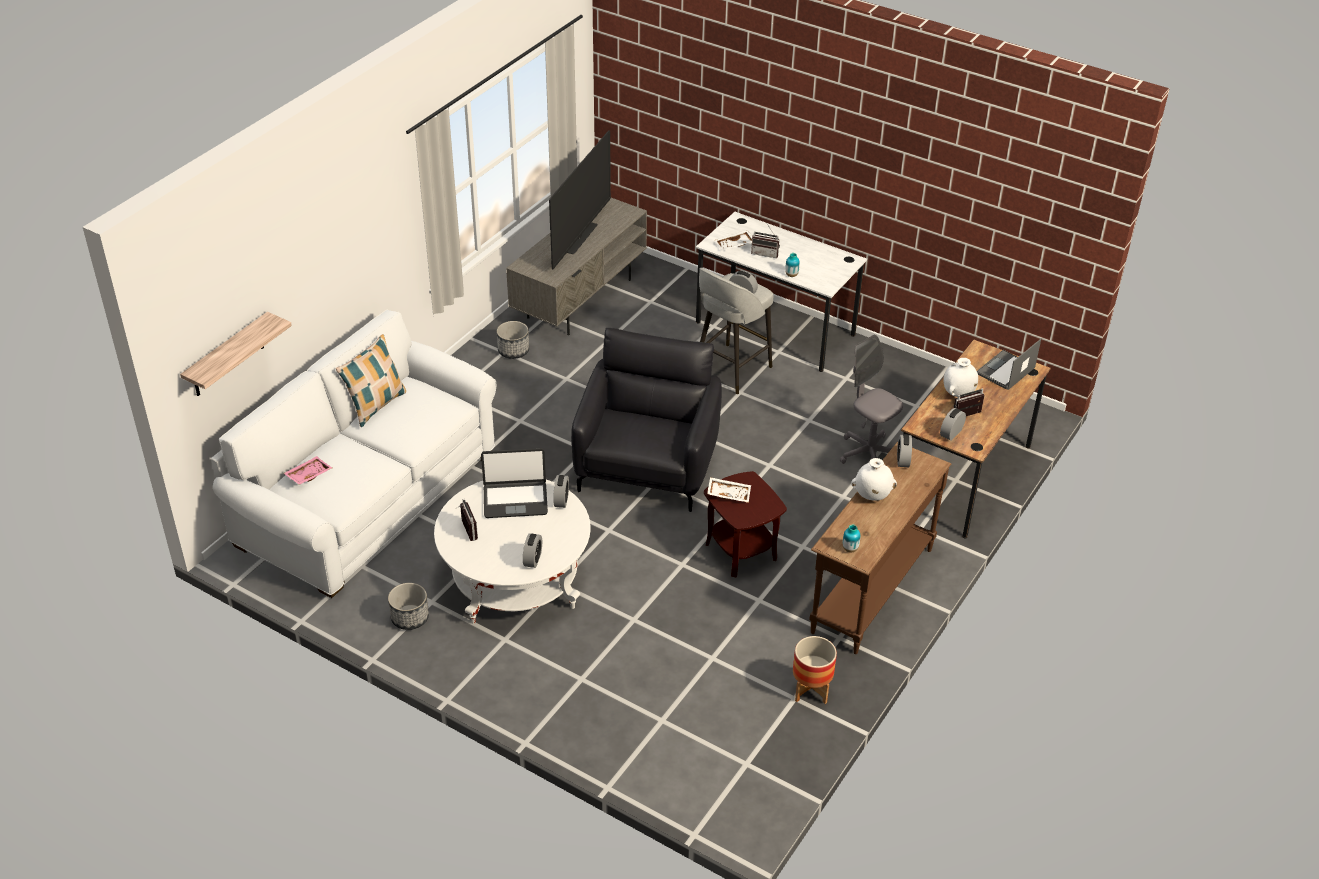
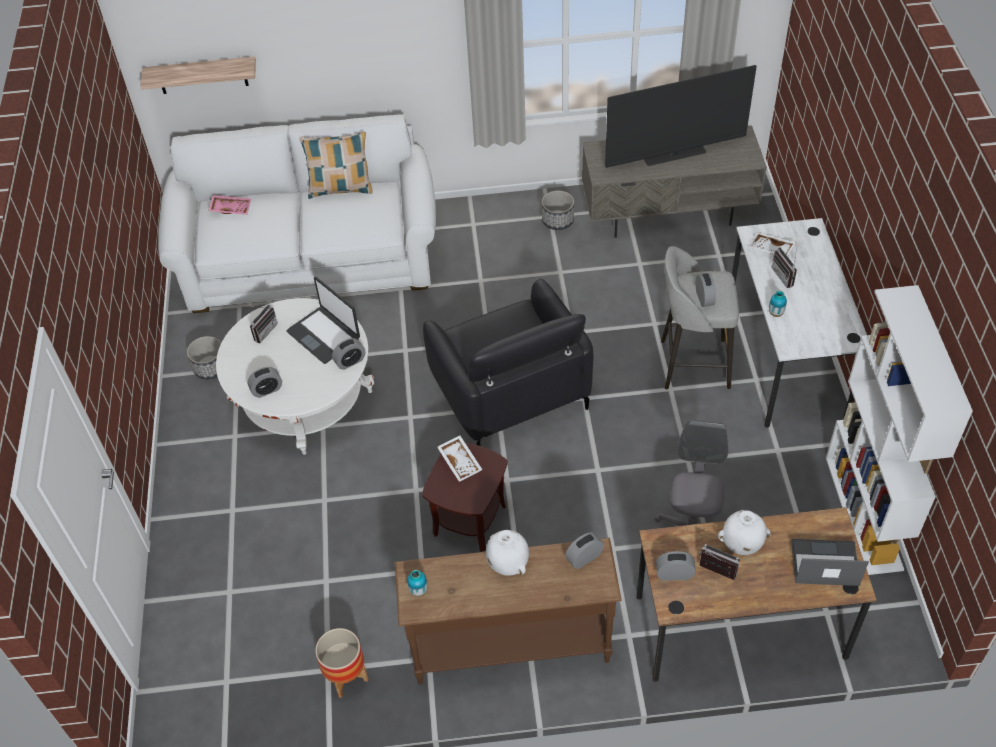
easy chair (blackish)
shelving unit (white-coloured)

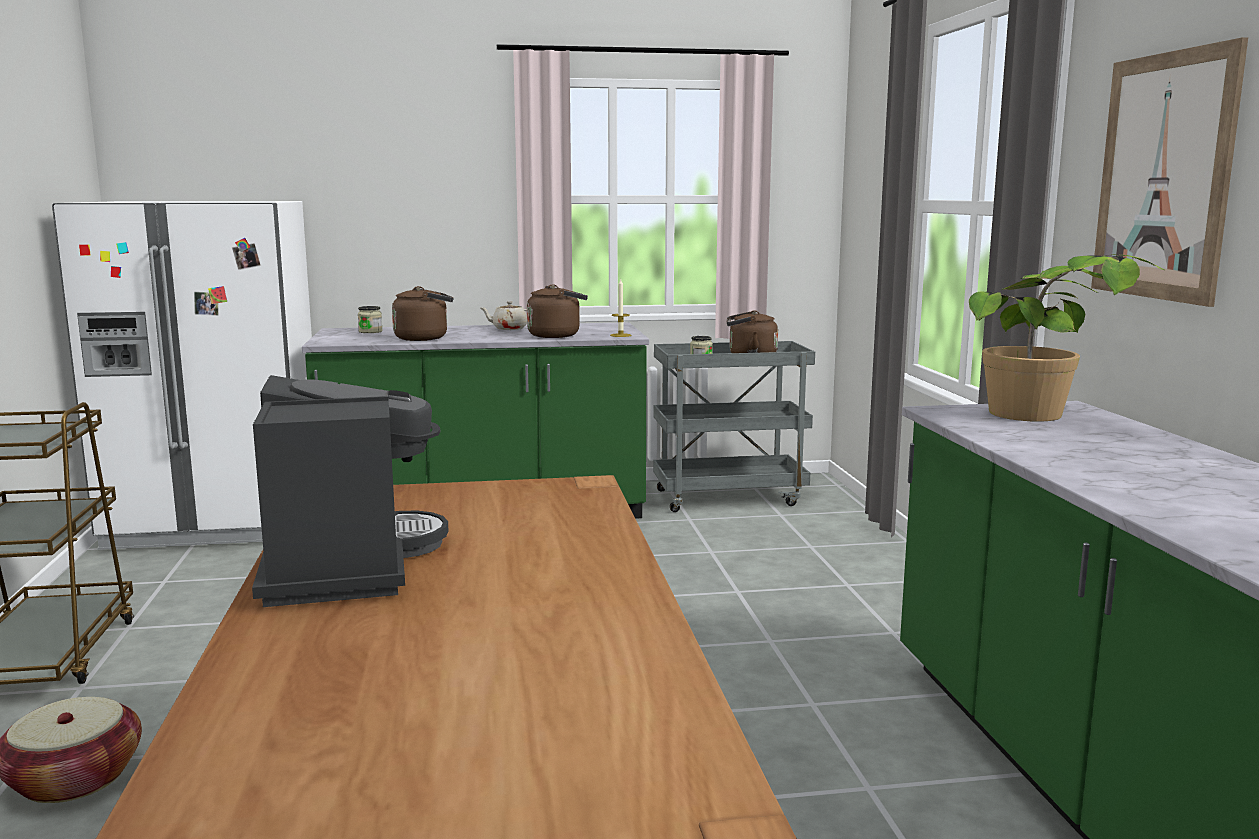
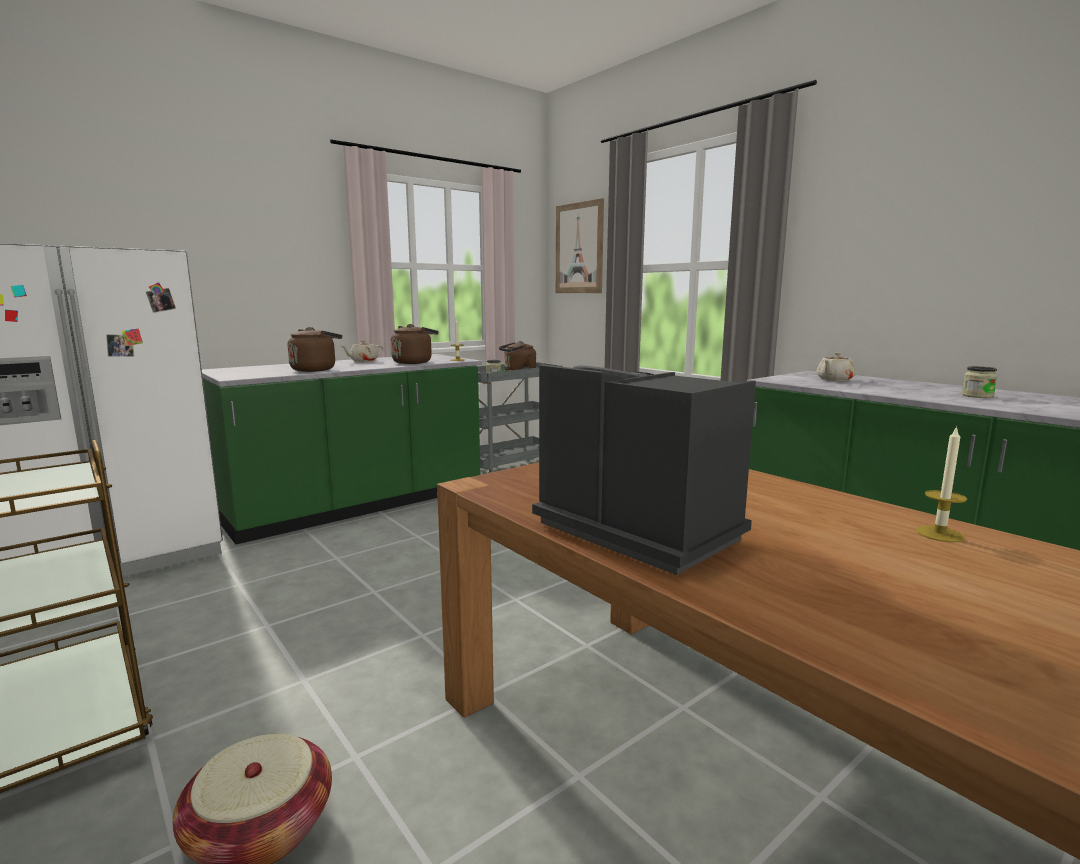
picture
tea pot (beige) (no. 2 from left)
preserve jar (no. 2 from left)
wax light (no. 2 from left)

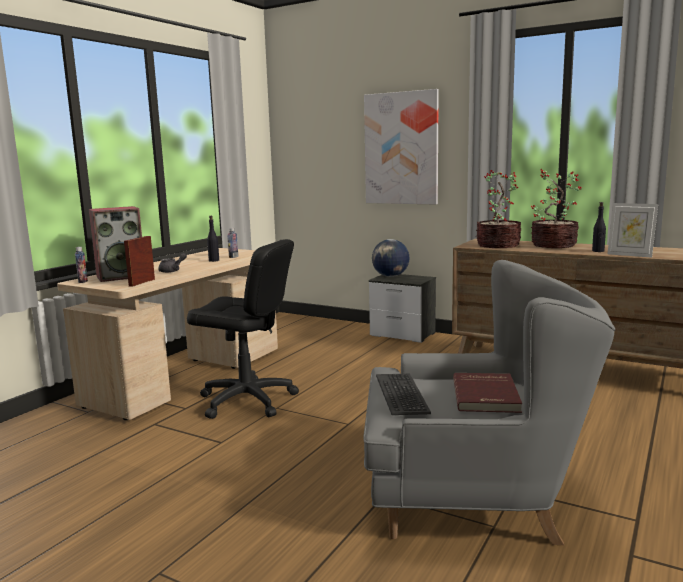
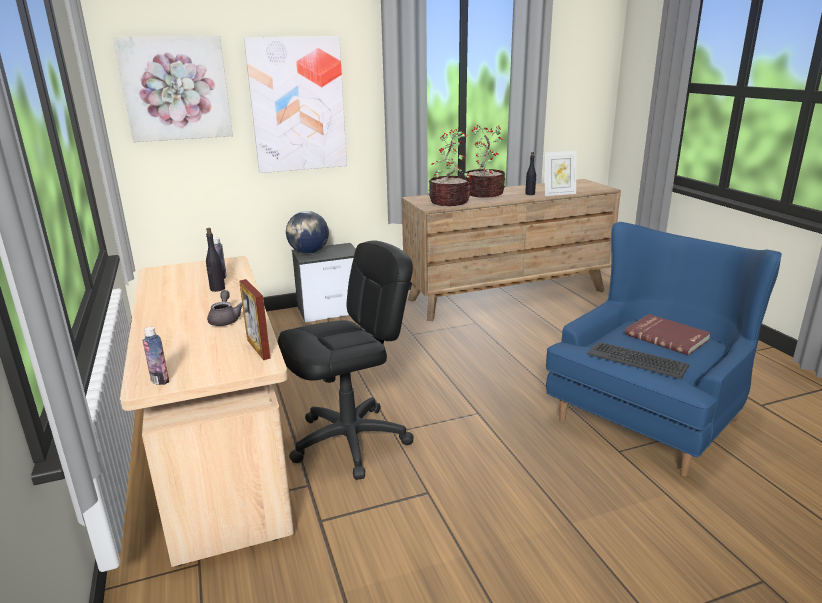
loudspeaker
easy chair (blue-coloured)
picture (no. 1 from left)

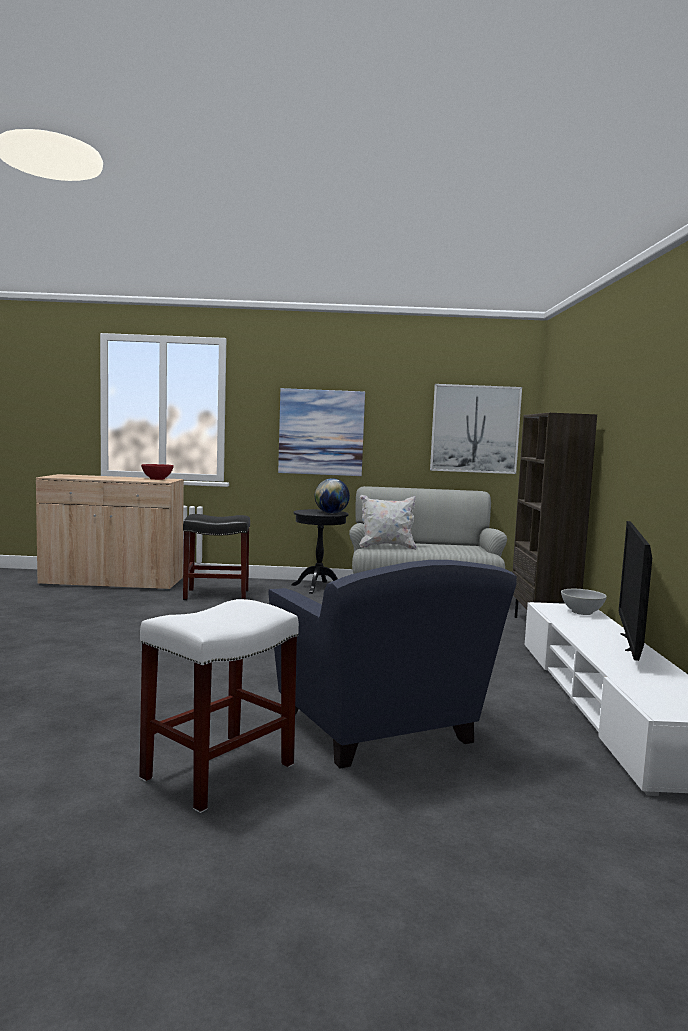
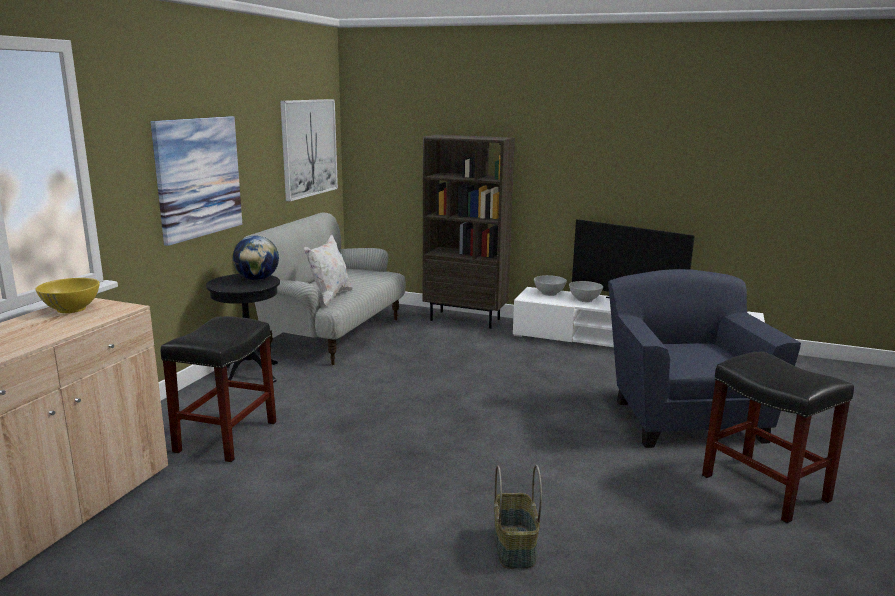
deep dish (yellow-coloured)
easy chair (blue-coloured)
stool (blackish) (no. 2 from left)
deep dish (white-coloured) (no. 2 from left)
storage basket

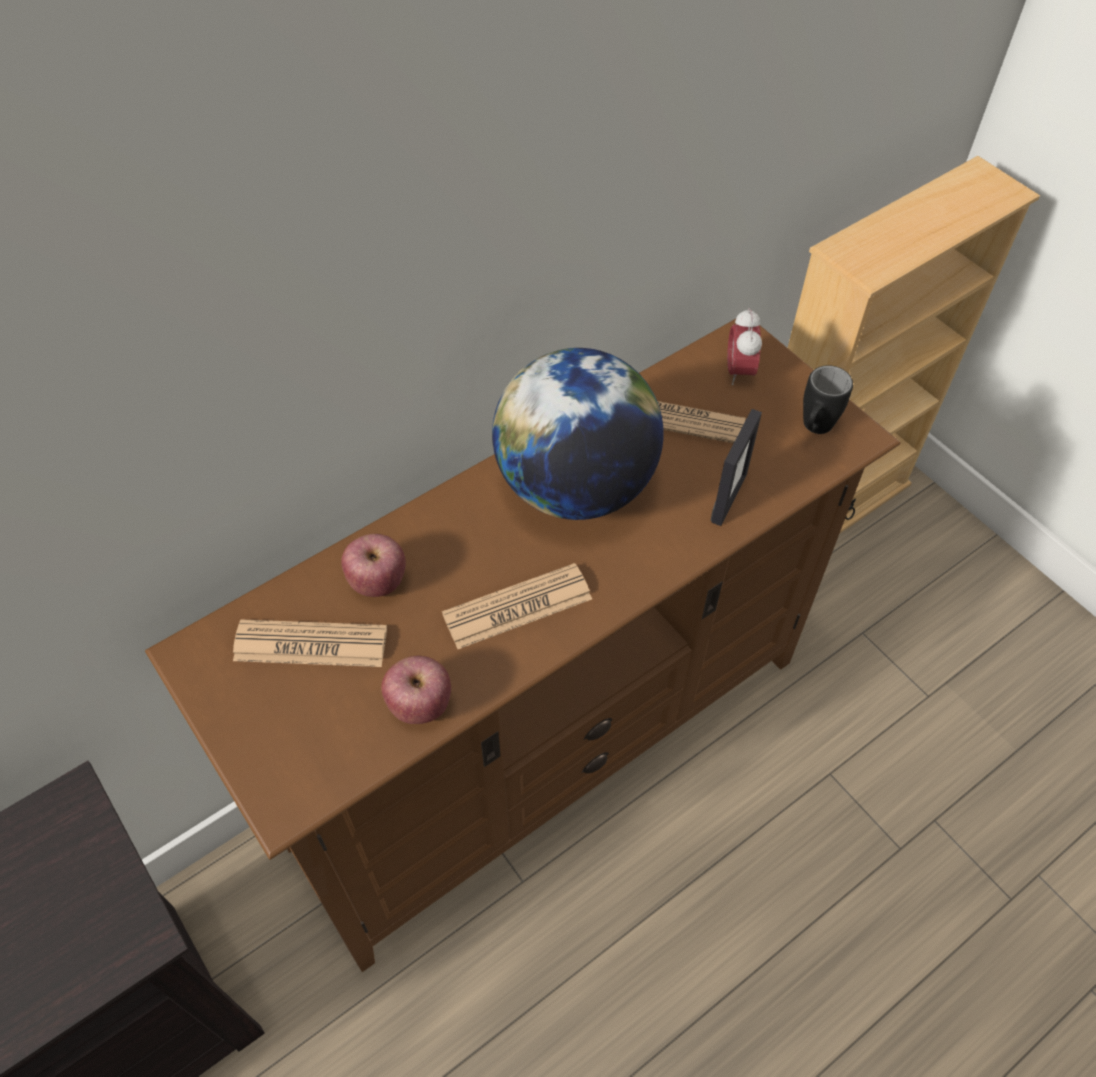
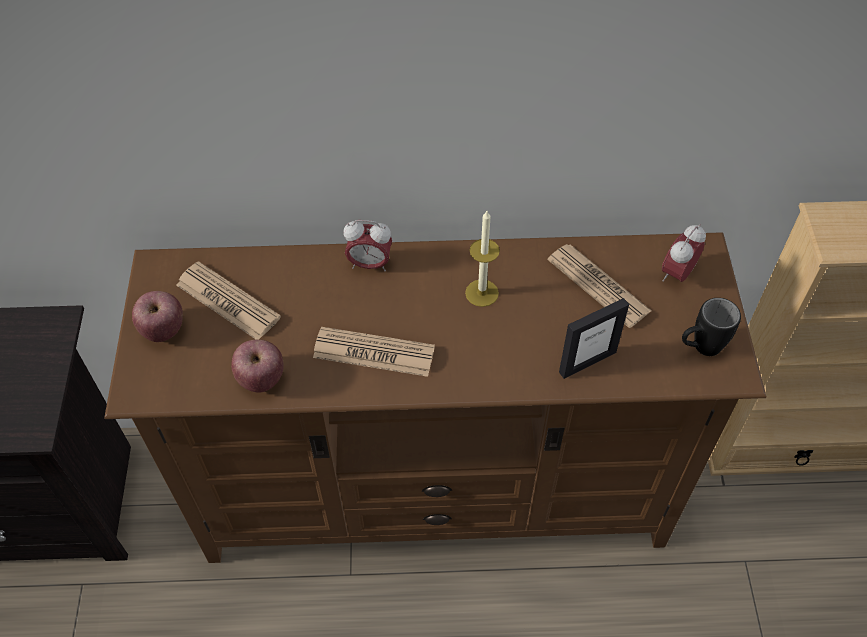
wax light
whole apple (no. 1 from left)
table clock (no. 1 from left)

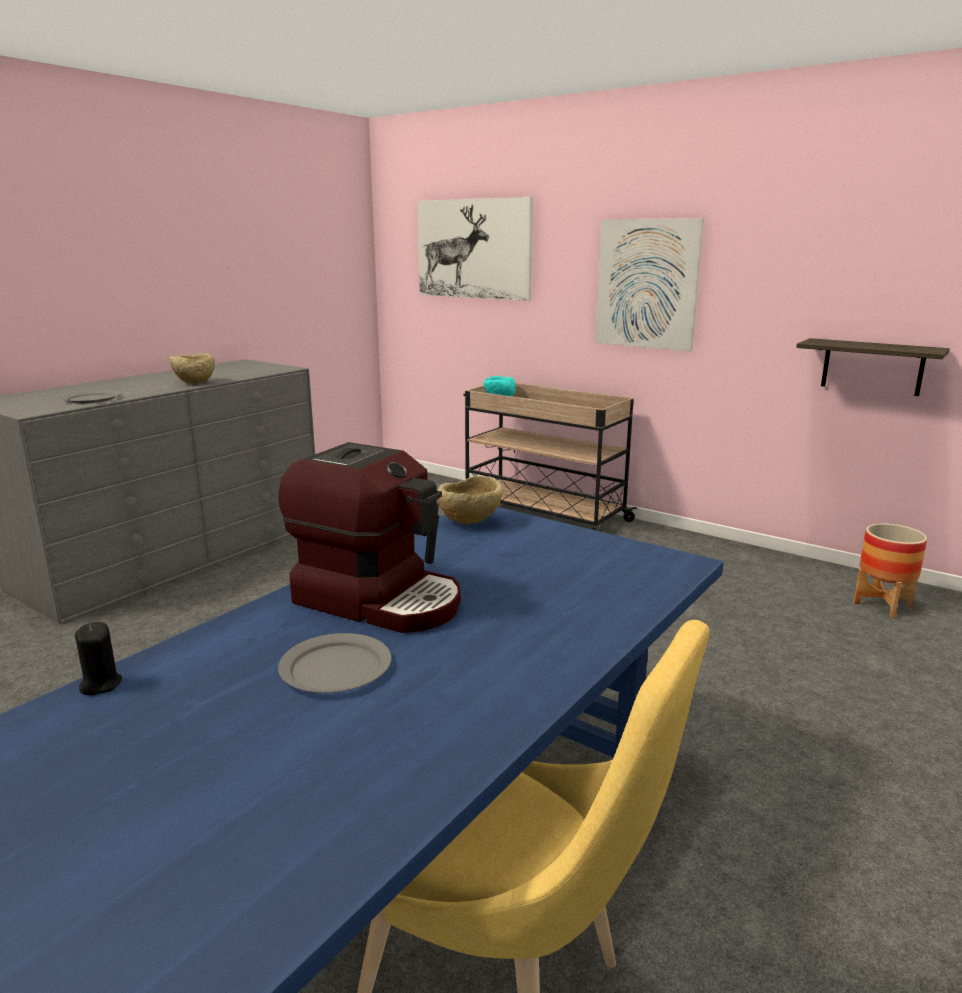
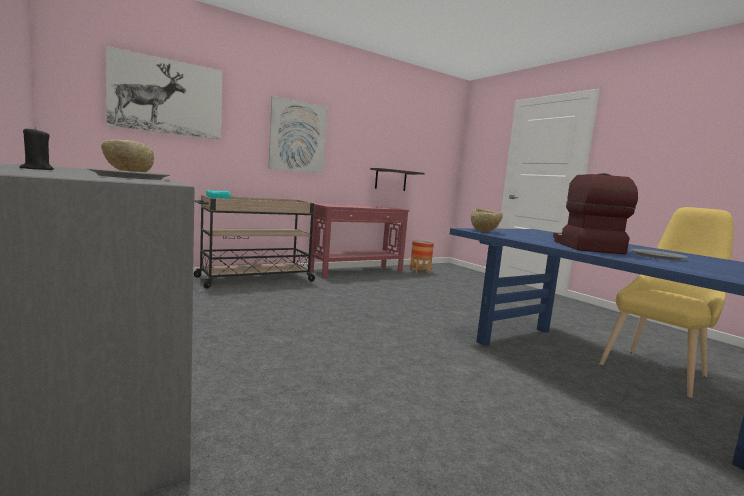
coffee maker
wax light (blackish)
hall table (red)

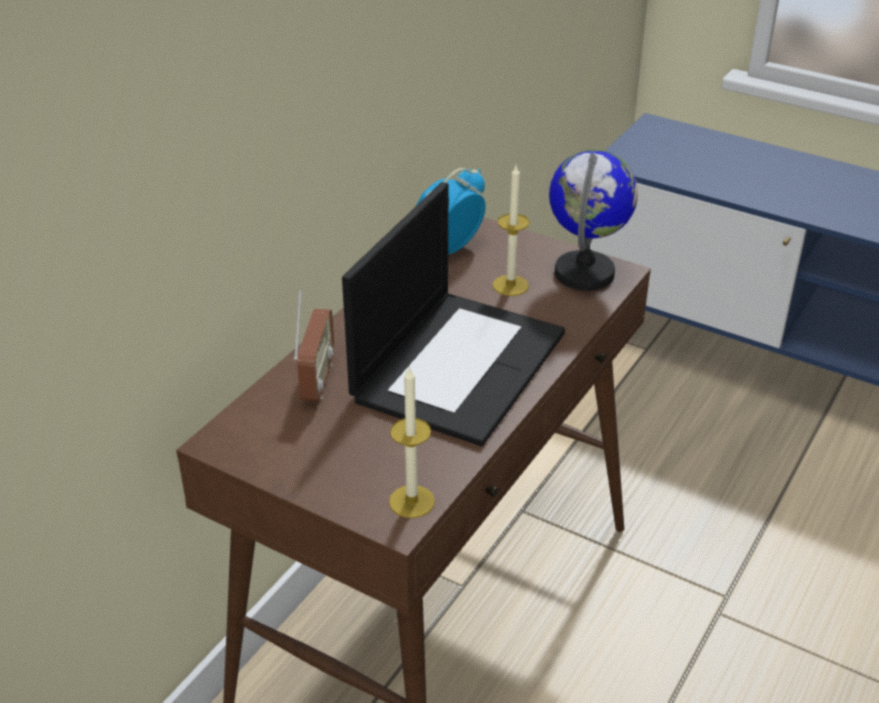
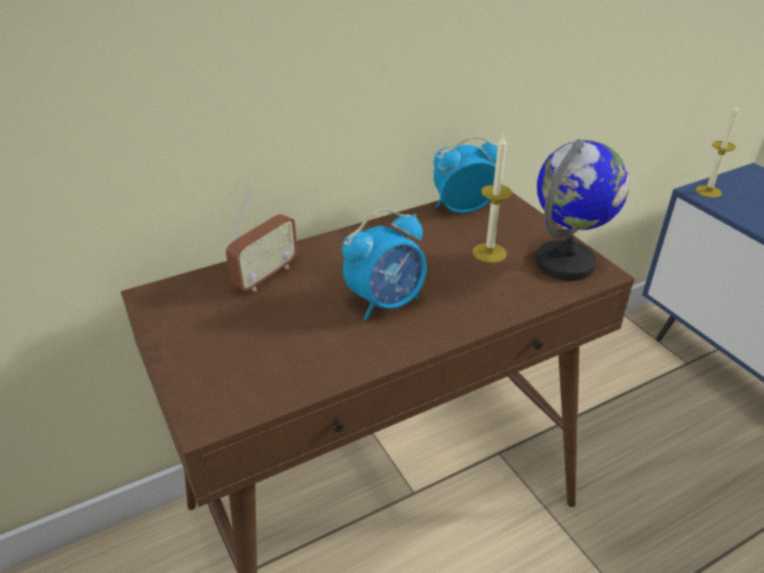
table clock (no. 1 from left)
wax light (no. 2 from left)

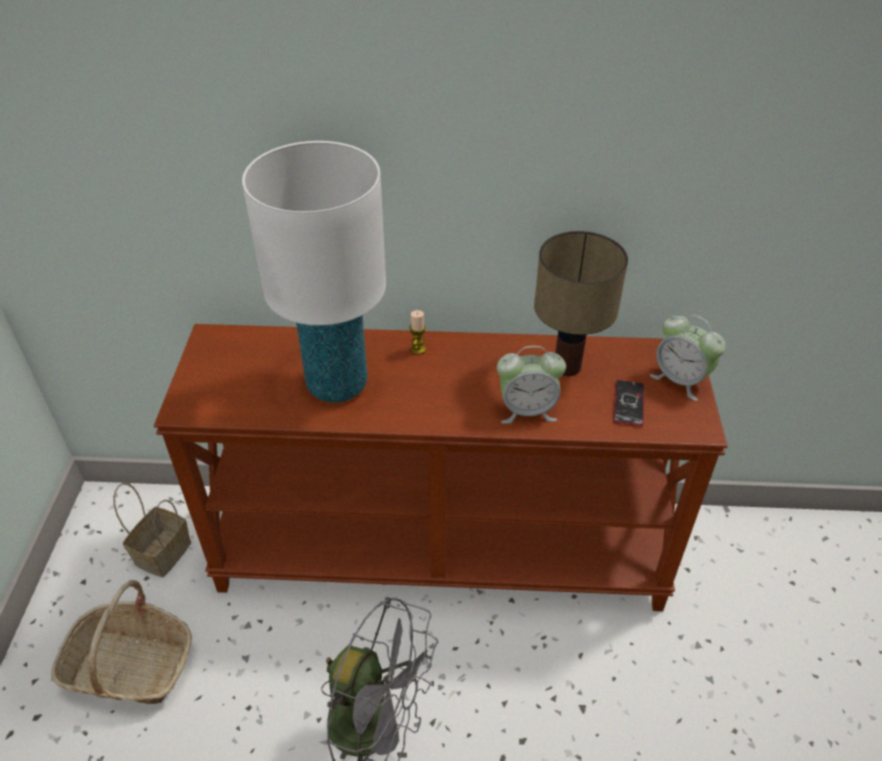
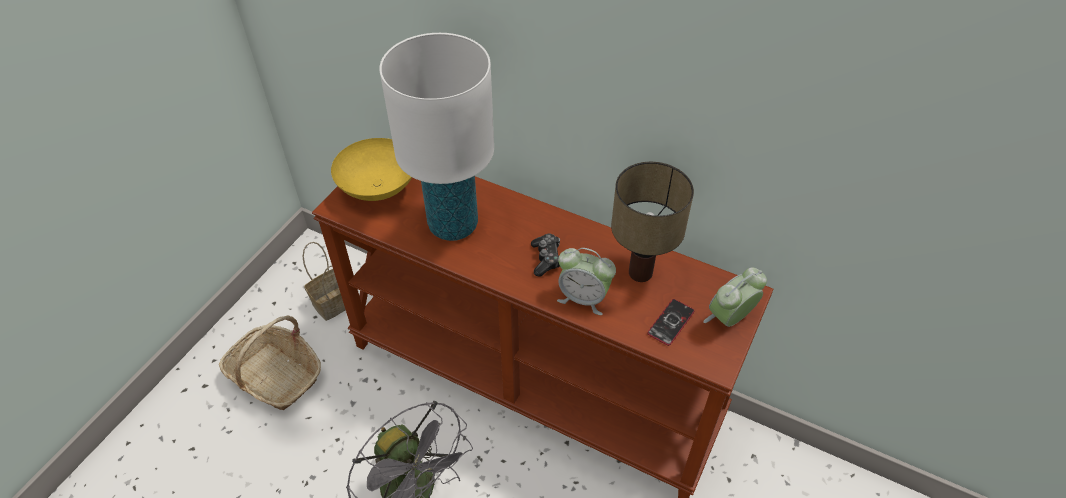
wax light
table clock (no. 2 from left)
deep dish (yellow-coloured)
gamepad

